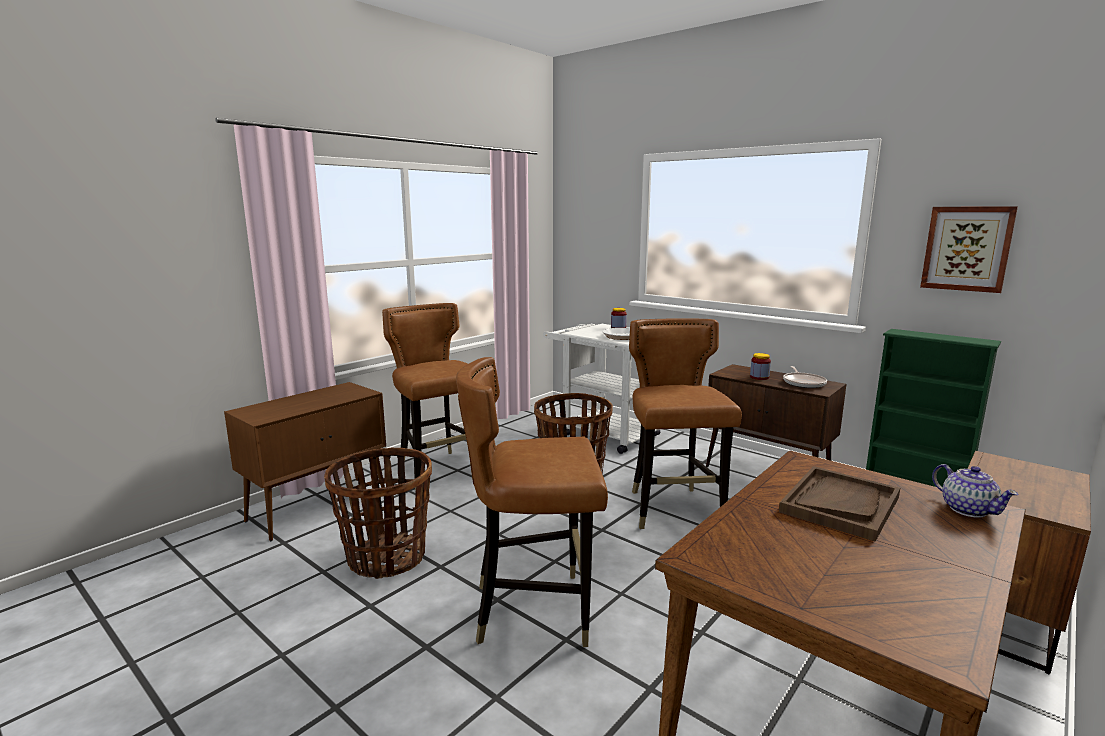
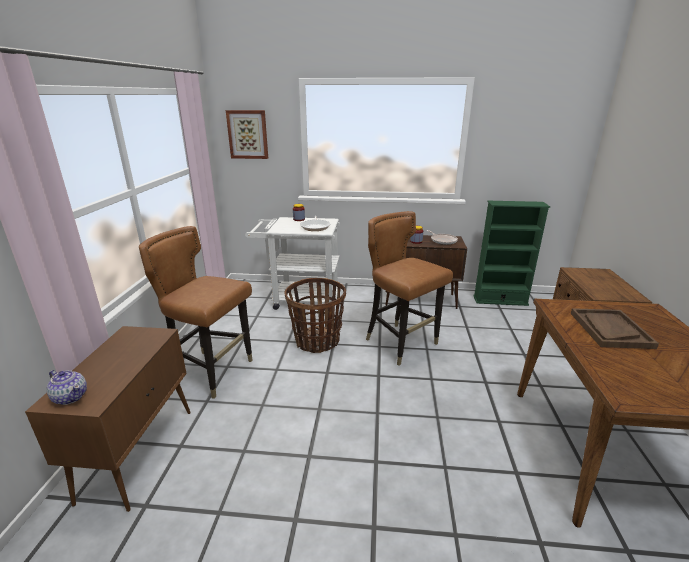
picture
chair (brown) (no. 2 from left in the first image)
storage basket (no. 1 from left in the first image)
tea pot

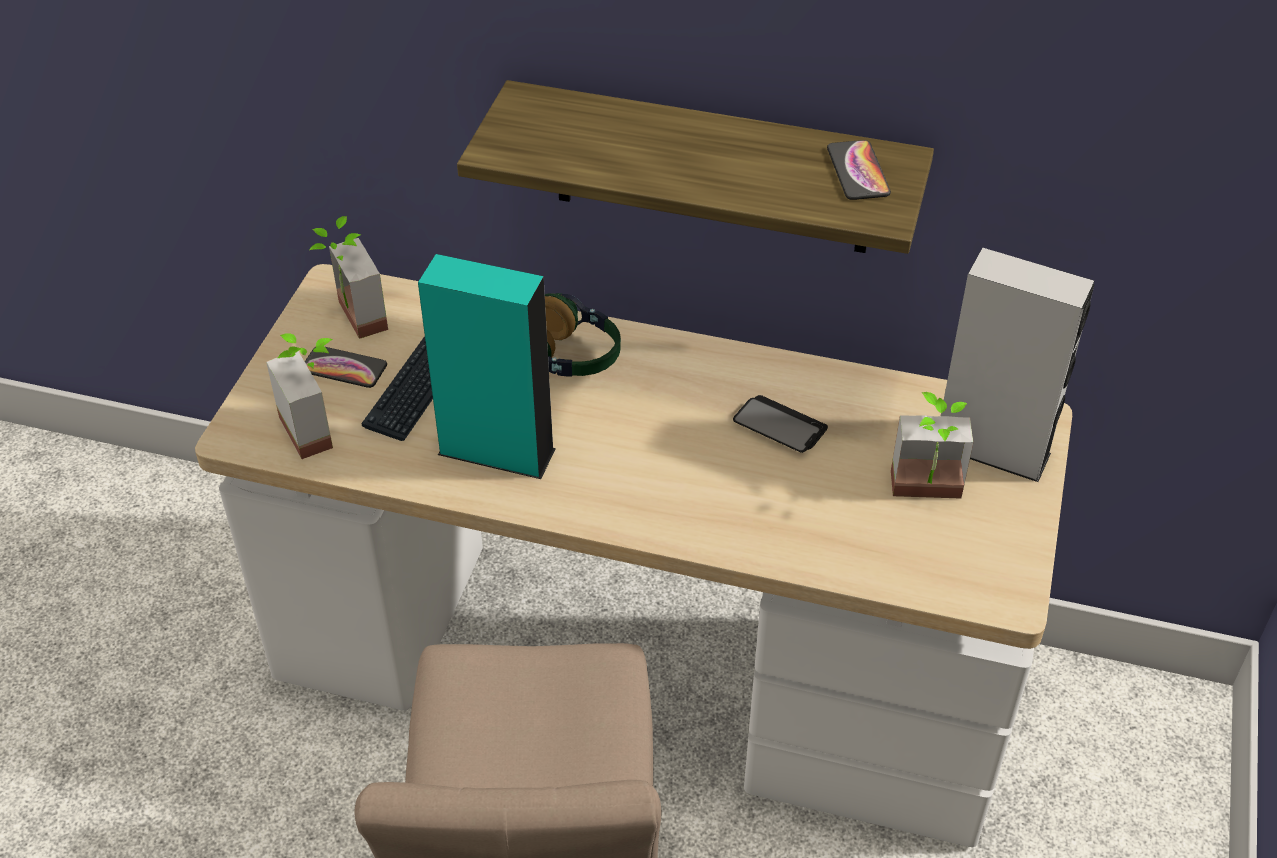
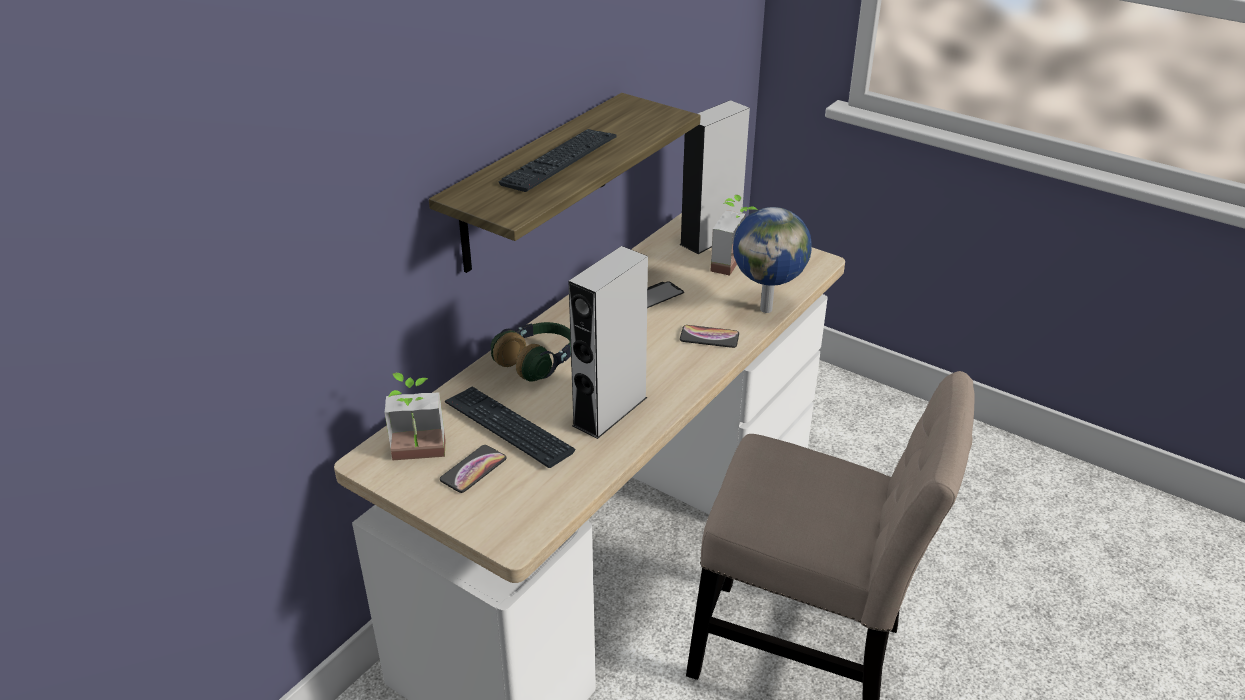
phone (no. 3 from left)
loudspeaker (greyish) (no. 1 from left)
potted plant (no. 1 from left in the first image)
keyboard (no. 2 from left)
world globe

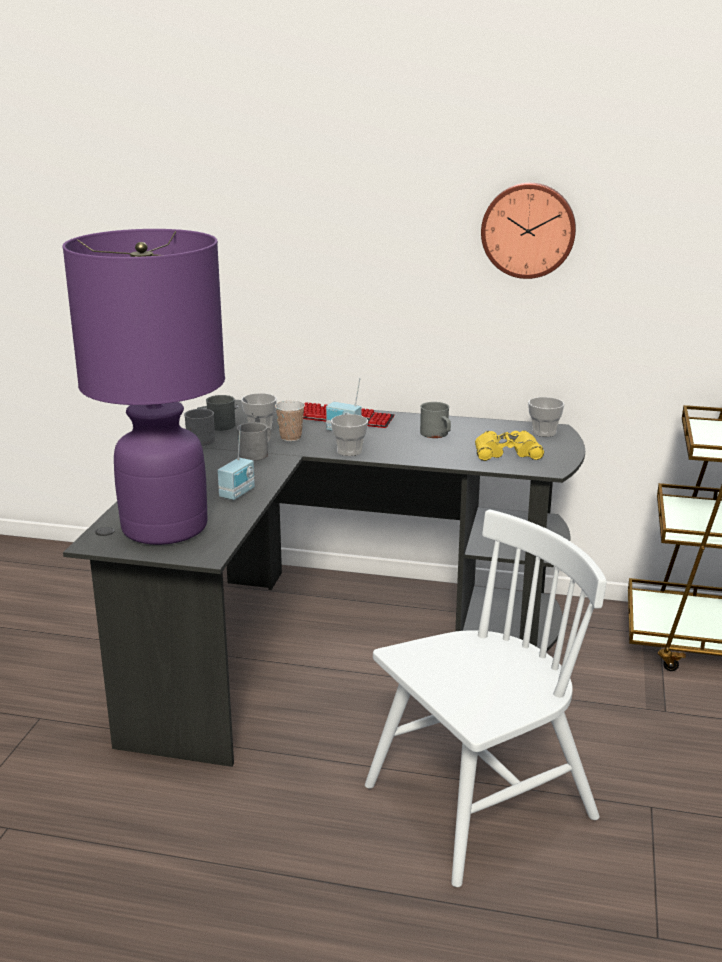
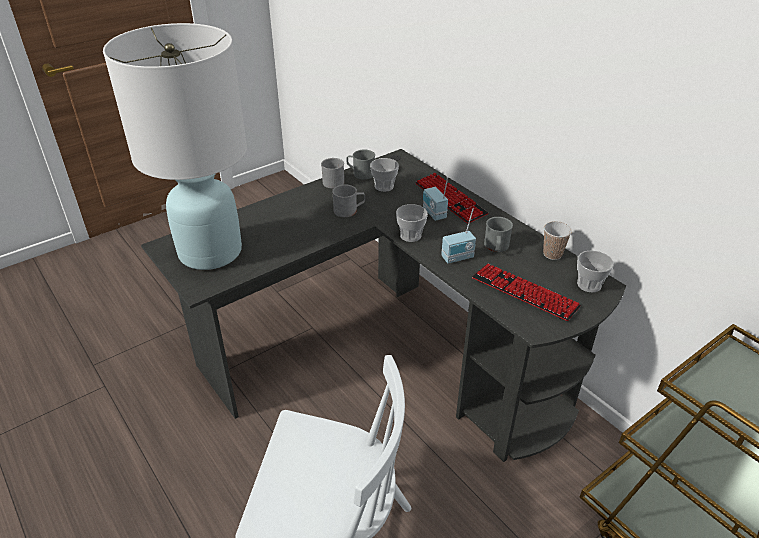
wall clock
lamp for a table (white-coloured)
drinking cup (no. 3 from left)
radio set (no. 2 from left)
keyboard (no. 2 from left)

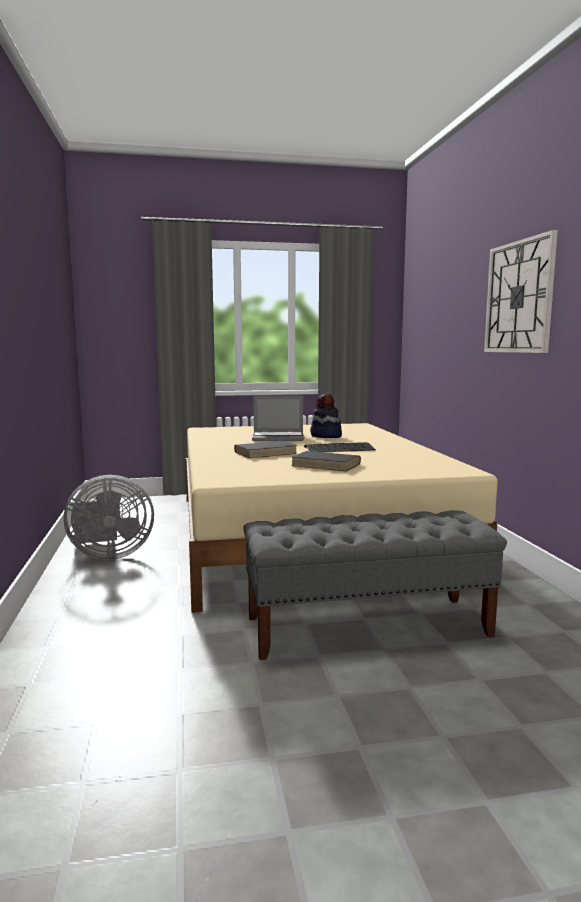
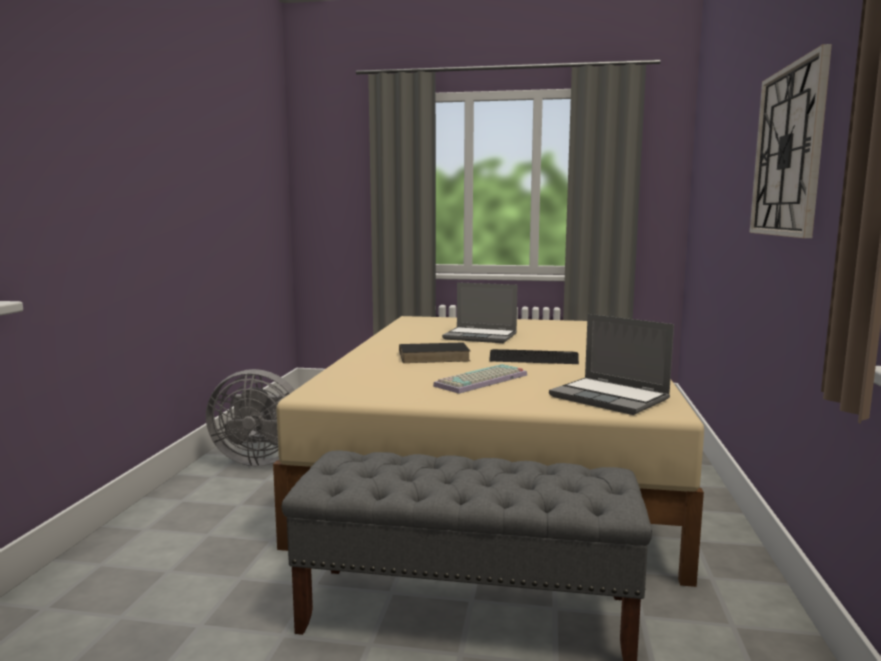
clothing hat
keyboard (no. 1 from left)
notebook computer (no. 2 from left)

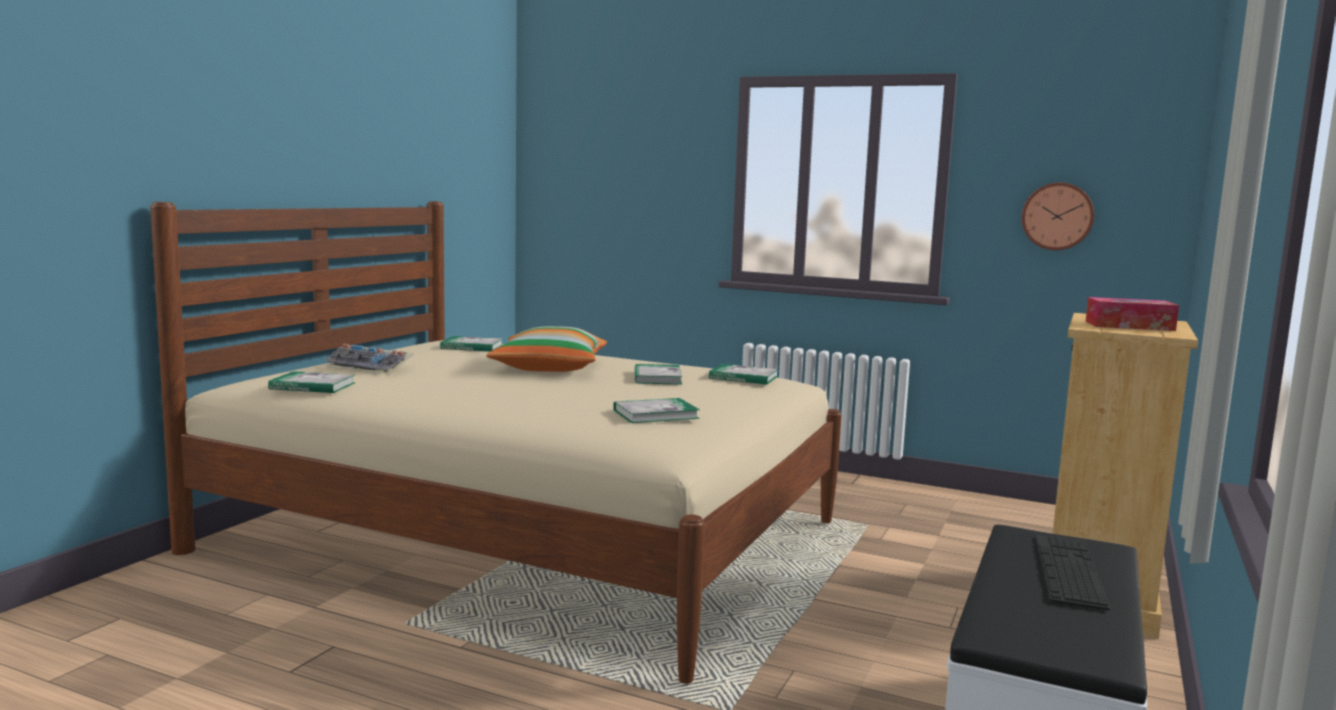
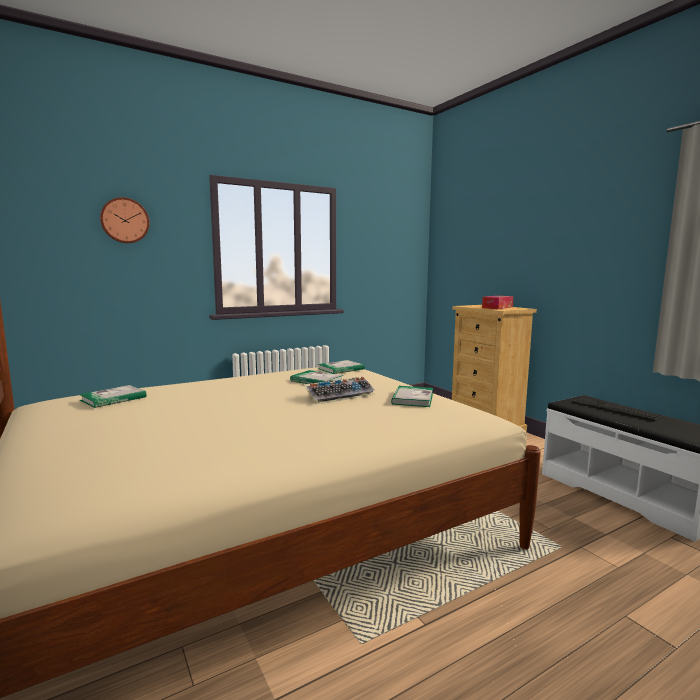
wall clock
cushion
keyboard (no. 1 from left)
bound book (no. 1 from left in the first image)

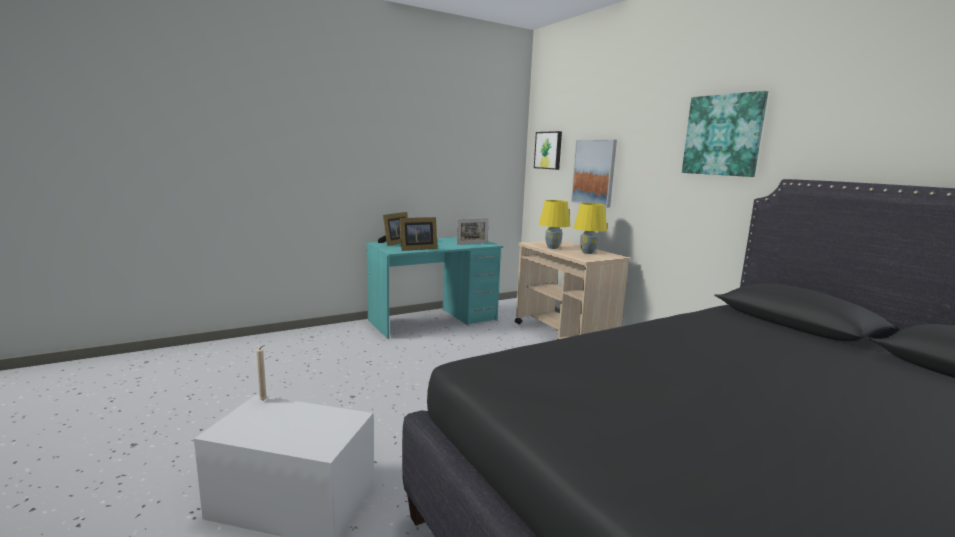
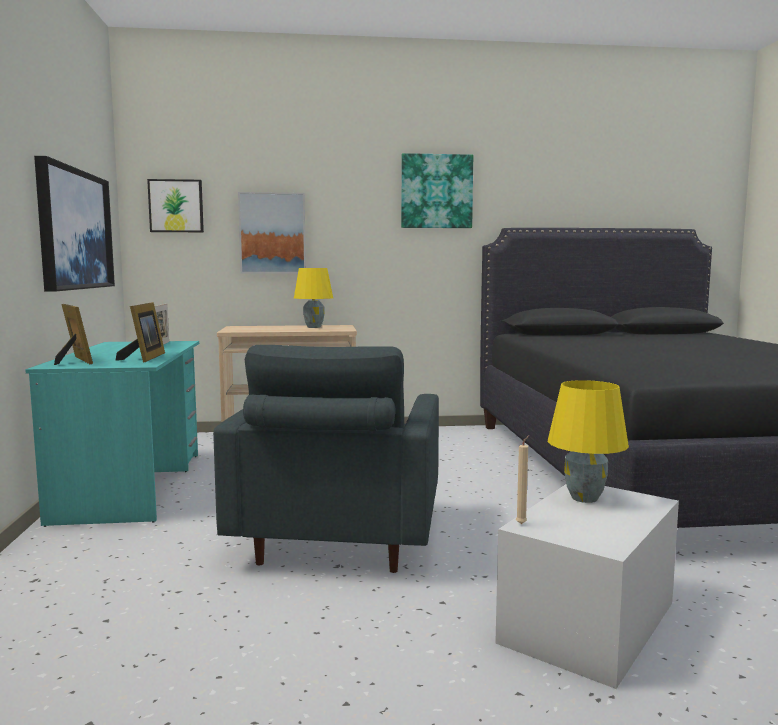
lamp for a table (yellow-coloured) (no. 2 from left)
picture (no. 1 from left)
easy chair (greyish)

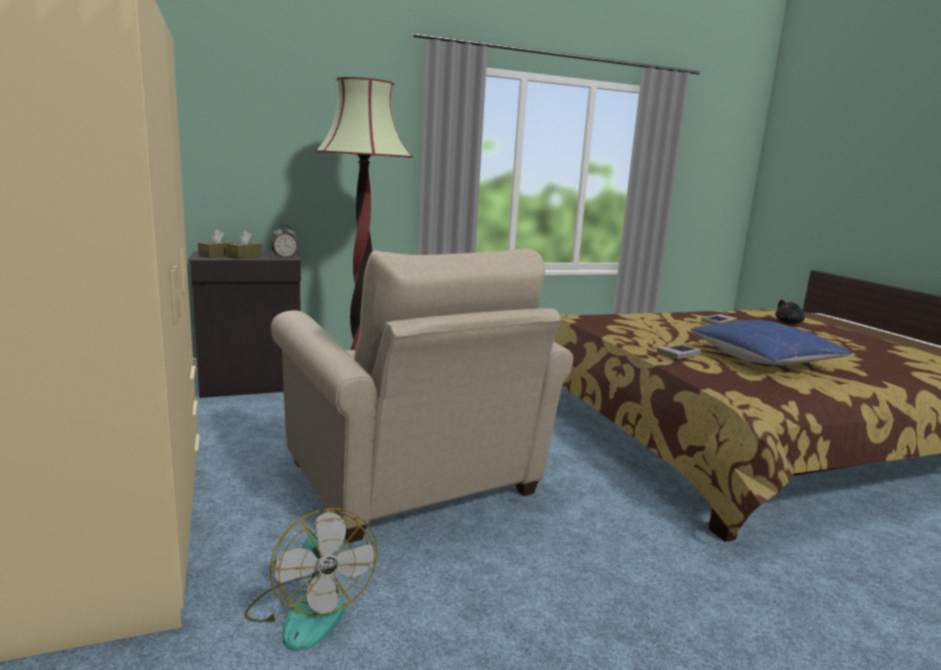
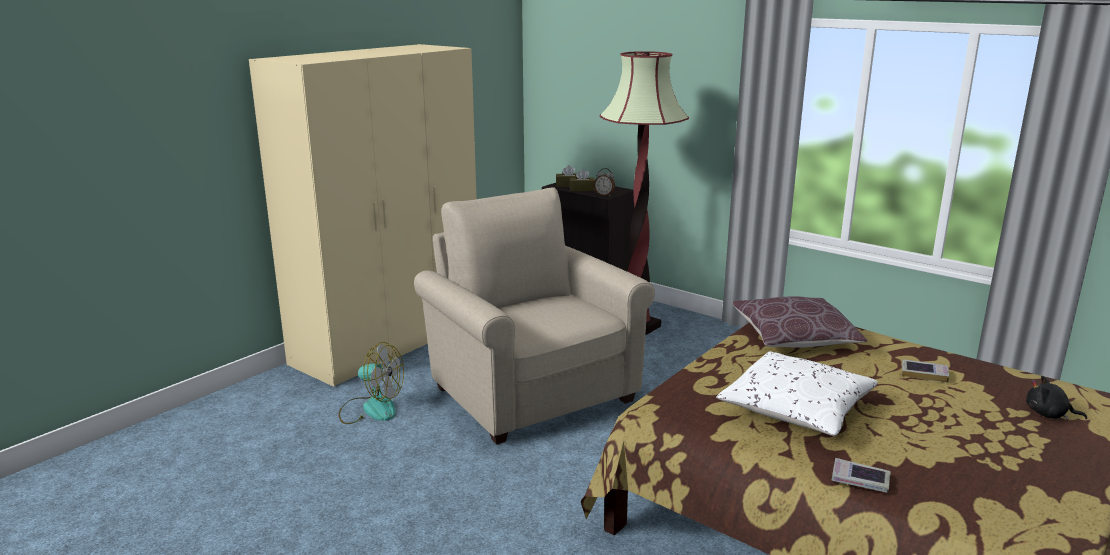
easy chair (beige)
cushion (white-coloured)
bound book (no. 1 from left)
cooling fan
cushion (brown)

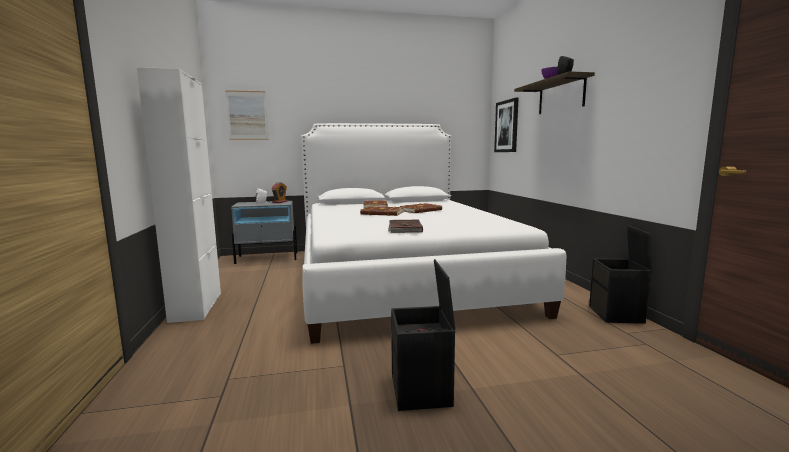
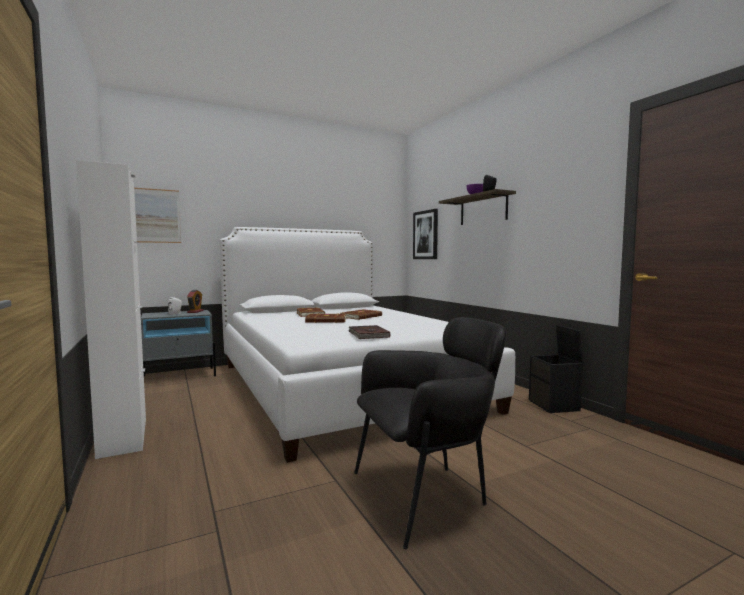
easy chair (blackish)

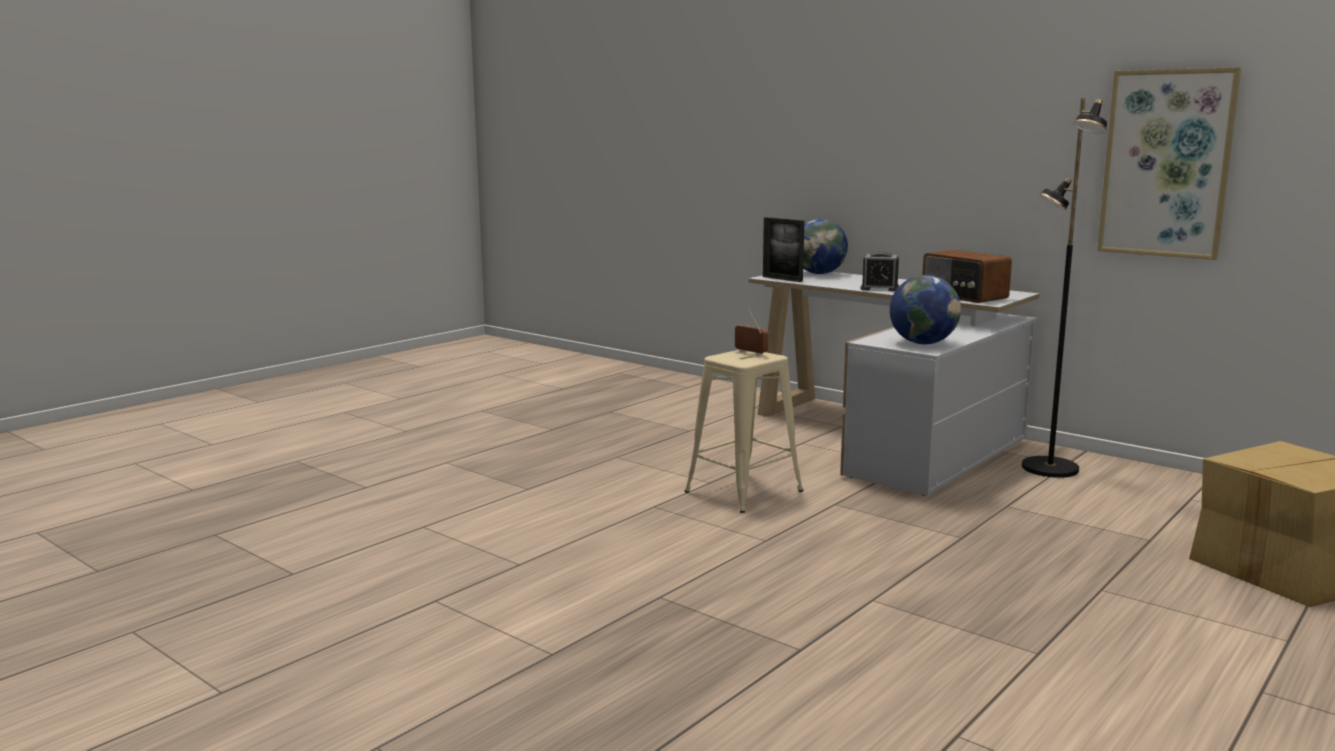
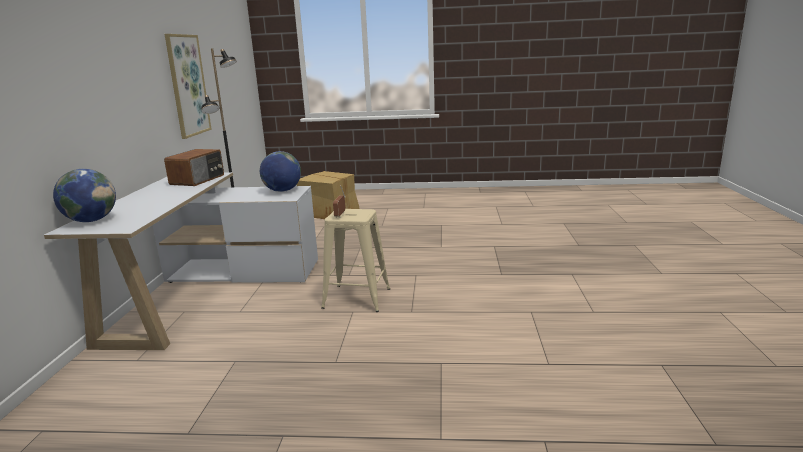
picture frame
table clock

